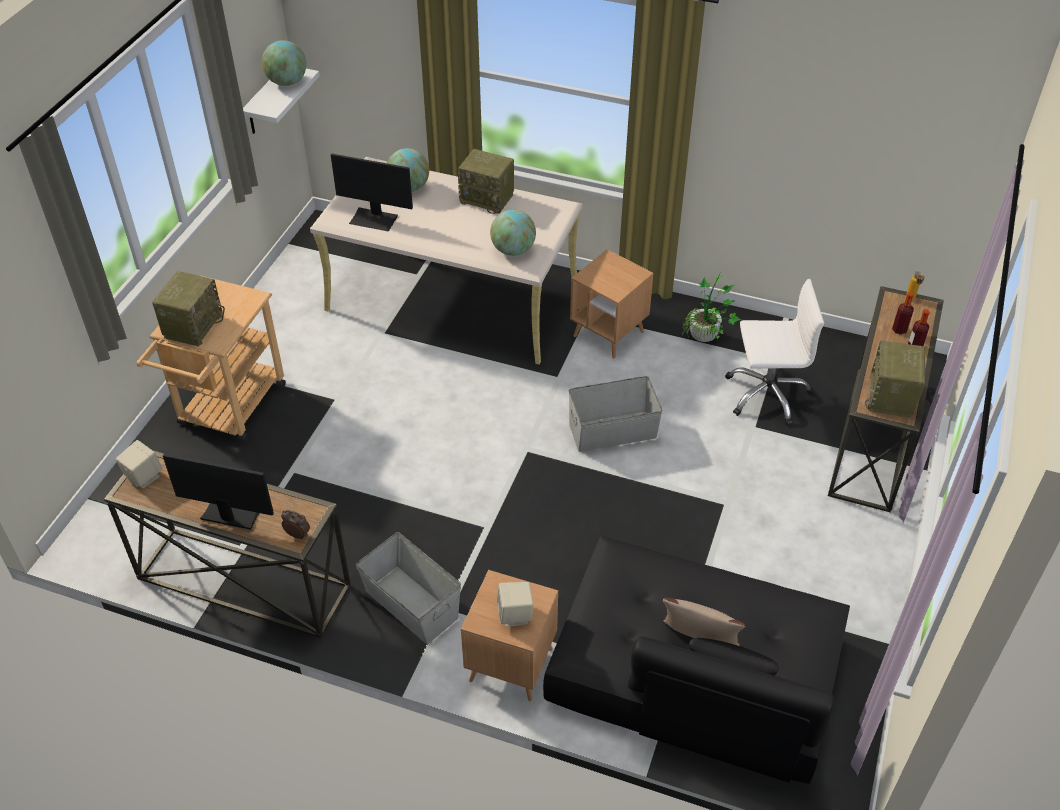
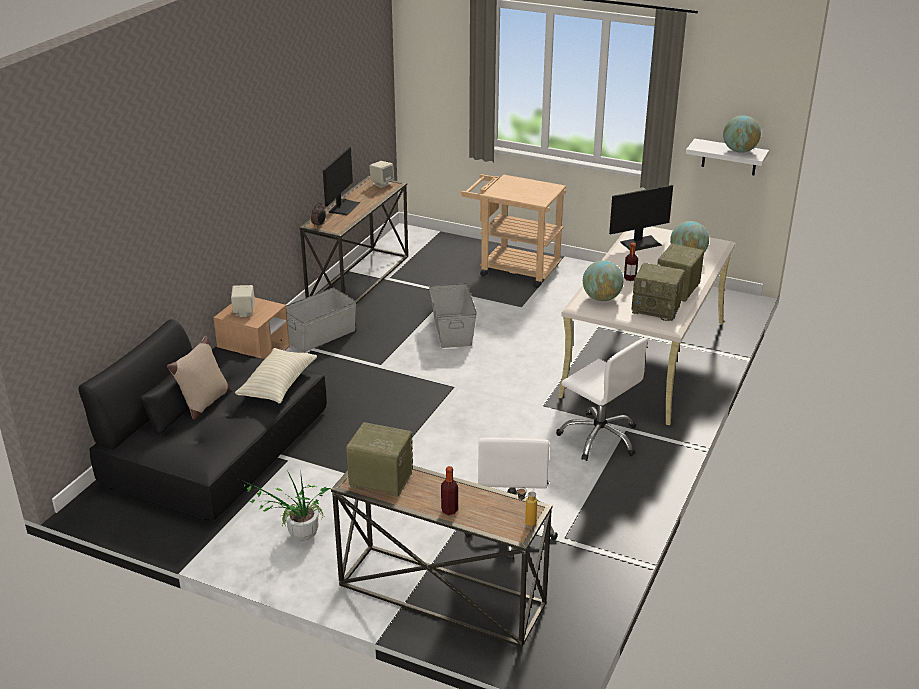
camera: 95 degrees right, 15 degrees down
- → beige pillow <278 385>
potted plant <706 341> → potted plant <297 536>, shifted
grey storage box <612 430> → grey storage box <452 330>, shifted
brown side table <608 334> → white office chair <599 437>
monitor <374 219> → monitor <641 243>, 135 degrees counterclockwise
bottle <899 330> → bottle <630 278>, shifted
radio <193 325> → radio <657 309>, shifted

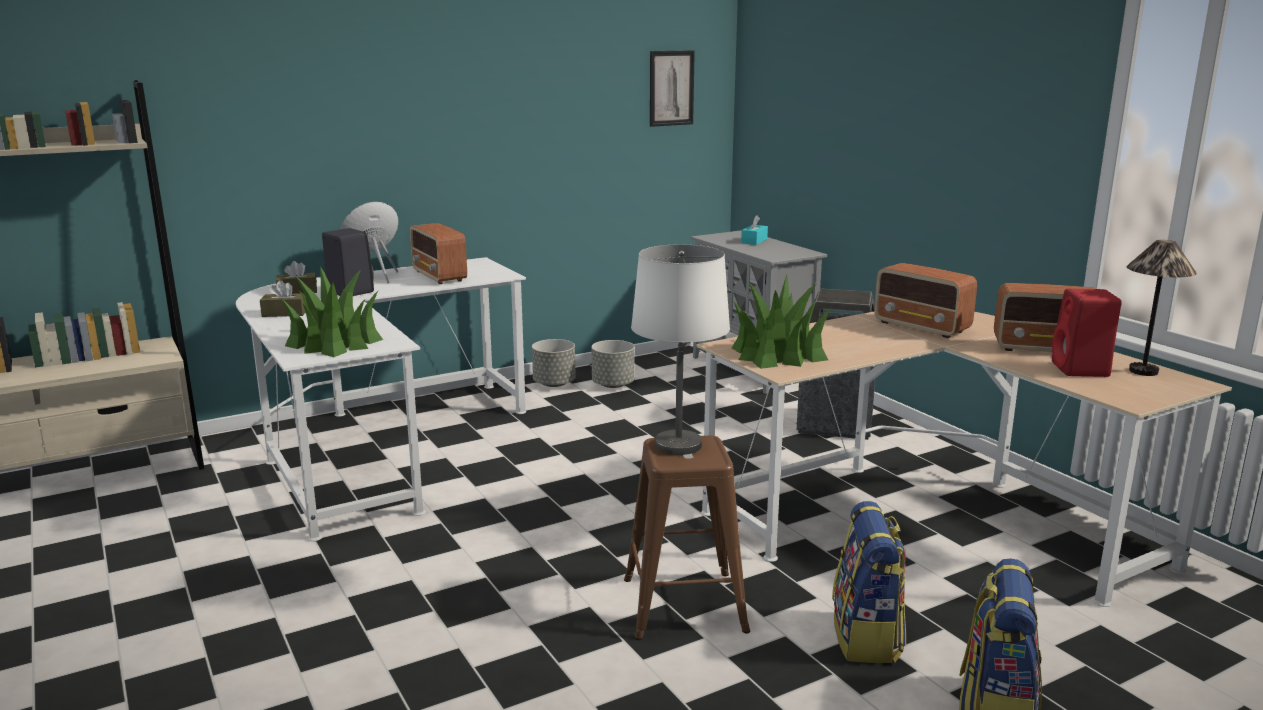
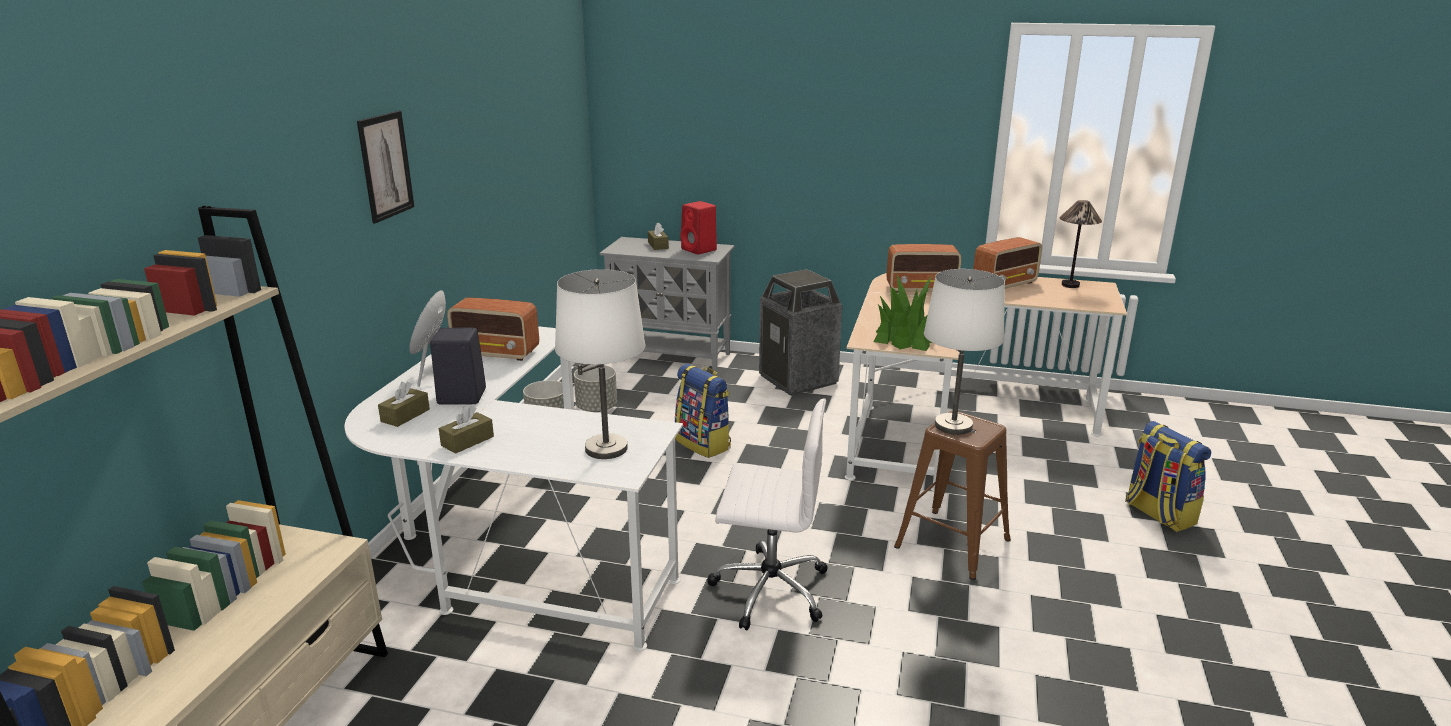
camera: 45 degrees left, 5 degrees up
picture <671 88> → picture <385 166>, shifted
potted plant <334 342> → white table lamp <606 448>
turquoise tissue box <754 241> → brown tissue box <658 245>
backpack <867 637> → backpack <704 444>, shifted
red speaker <1081 370> → red speaker <700 250>, shifted
- → white office chair <768 589>

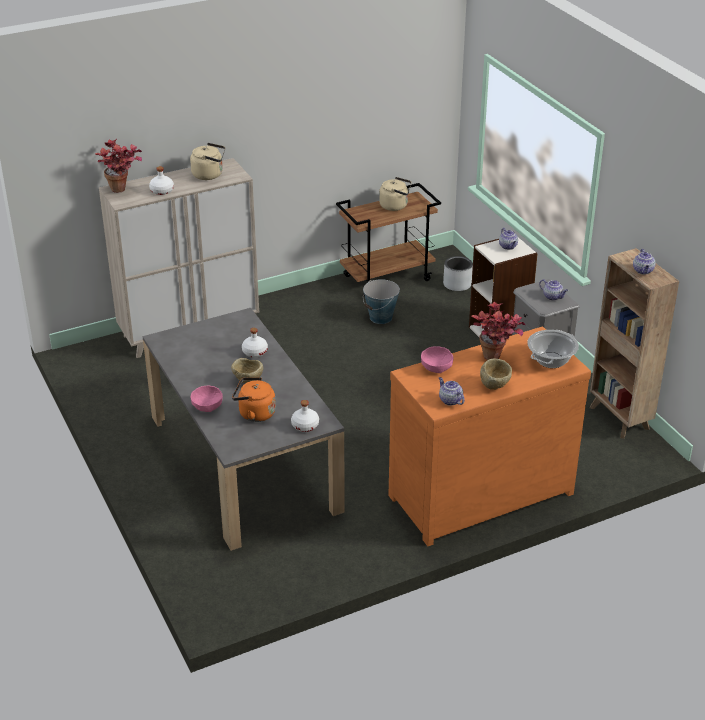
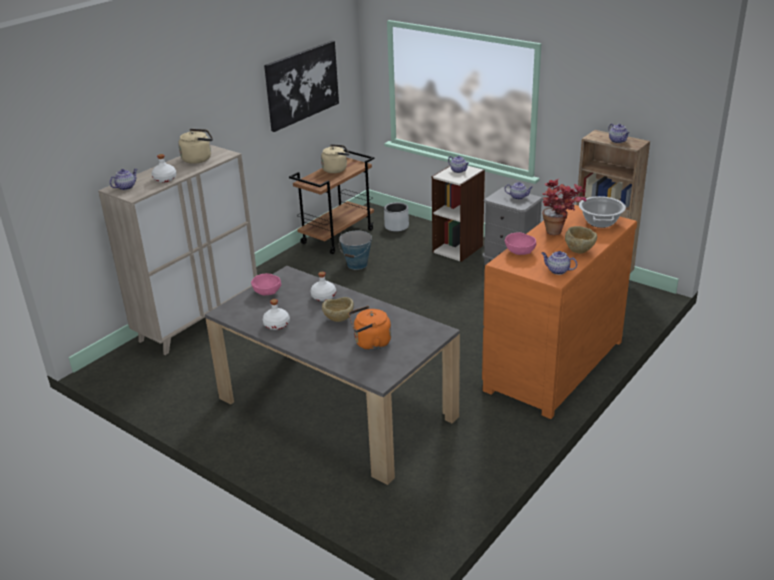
camera: 25 degrees left, 5 degrees down
potted plant <123 190> → teapot <126 187>
pink bowl <207 406> → pink bowl <267 292>, shifted
white bottle <305 426> → white bottle <277 325>, shifted
- → picture <302 85>

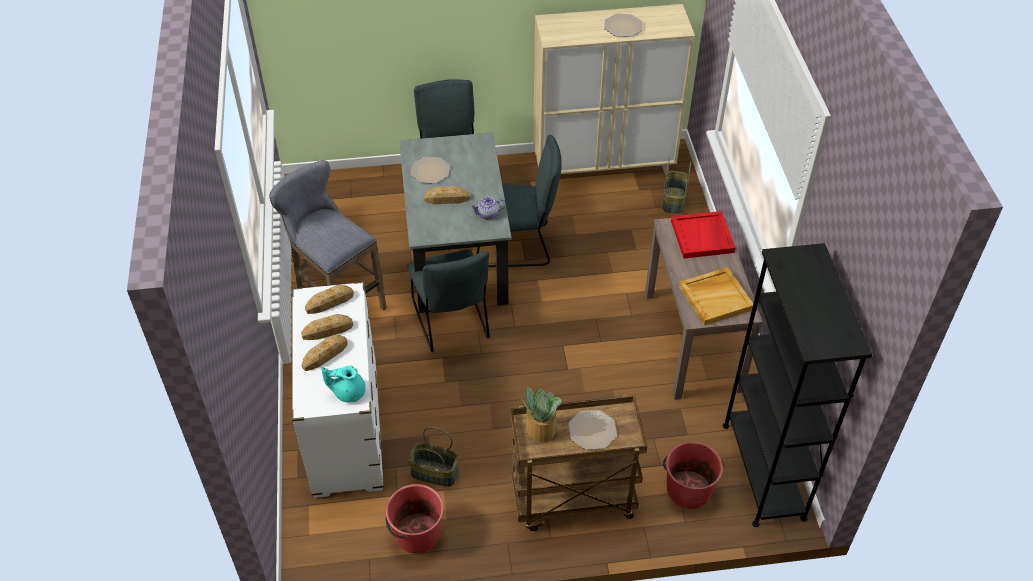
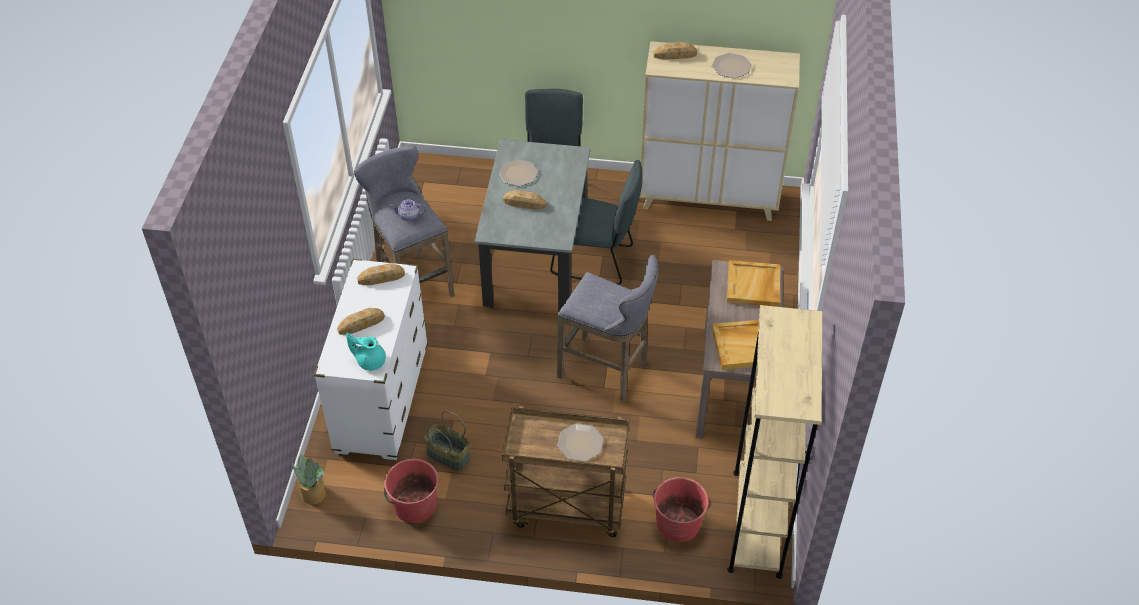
camera: 15 degrees right, 0 degrees up
potted plant <540 429> → potted plant <313 492>, shifted
teapot <488 214> → teapot <409 216>, shifted
- → grey stool <607 372>
bread <327 330> → bread <675 54>, shifted
red tray <703 237> → beige tray <753 286>
black bookcase <763 470> → beige bookcase <757 522>
grey chair <452 322> → -
basket <674 201> → -

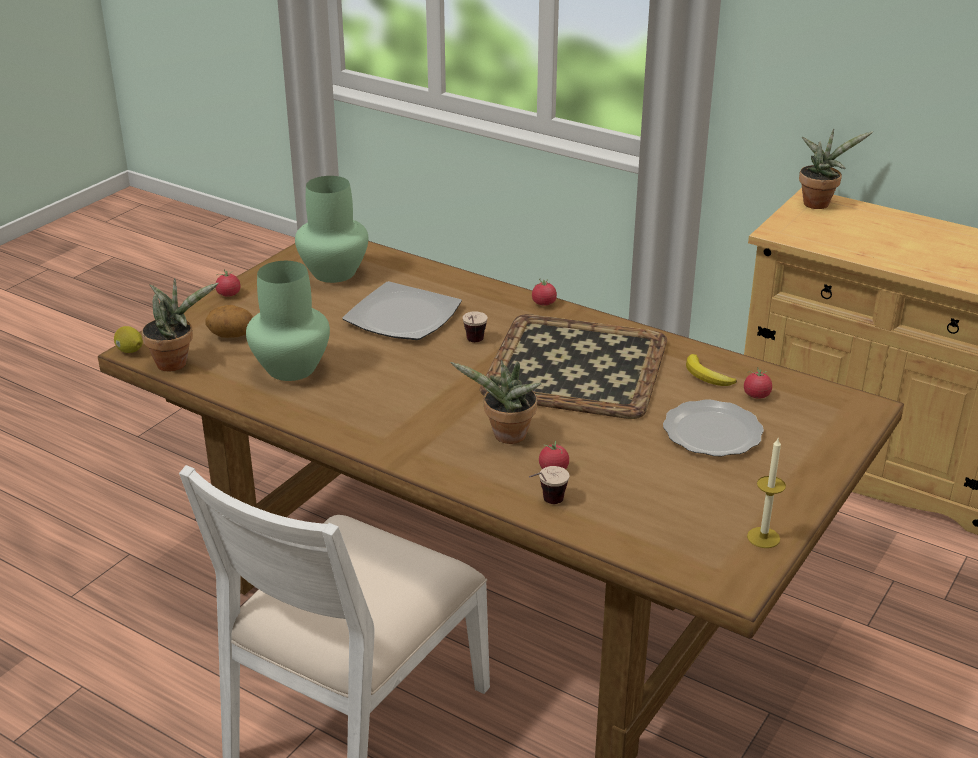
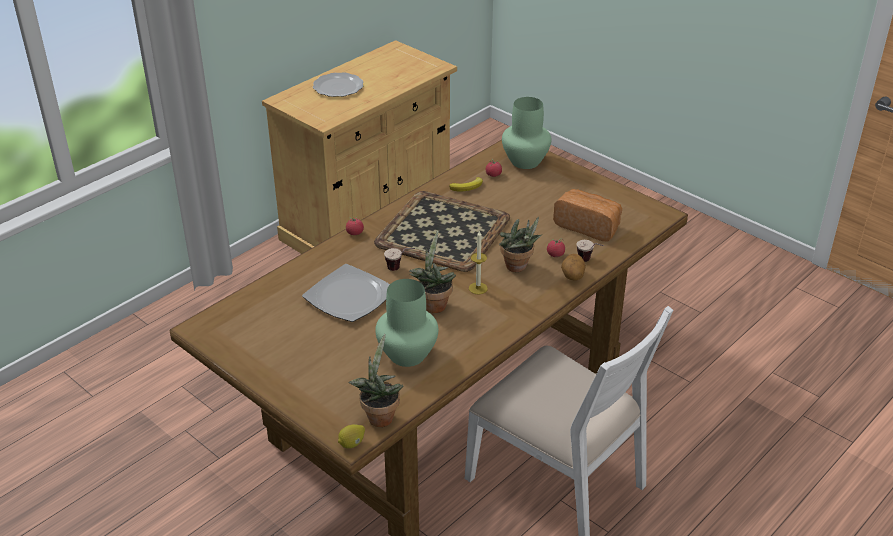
camera: 80 degrees left, 5 degrees up
plate <713 432> → plate <338 87>, shifted
potted plant <819 203> → potted plant <433 304>, shifted
candle <763 537> → candle <478 288>, shifted
green vase <333 272> → green vase <524 161>, shifted
- → bread <588 226>
potato <231 335> → potato <572 277>, shifted
tomato <229 294> → -

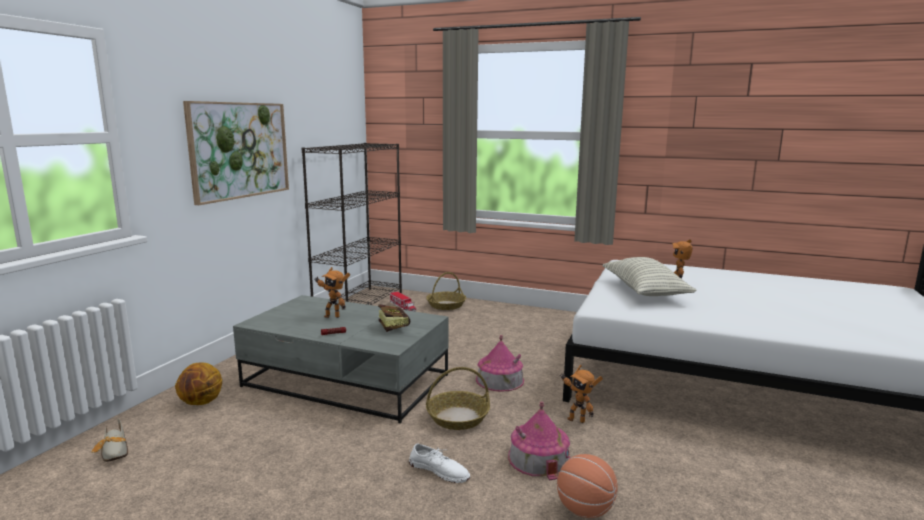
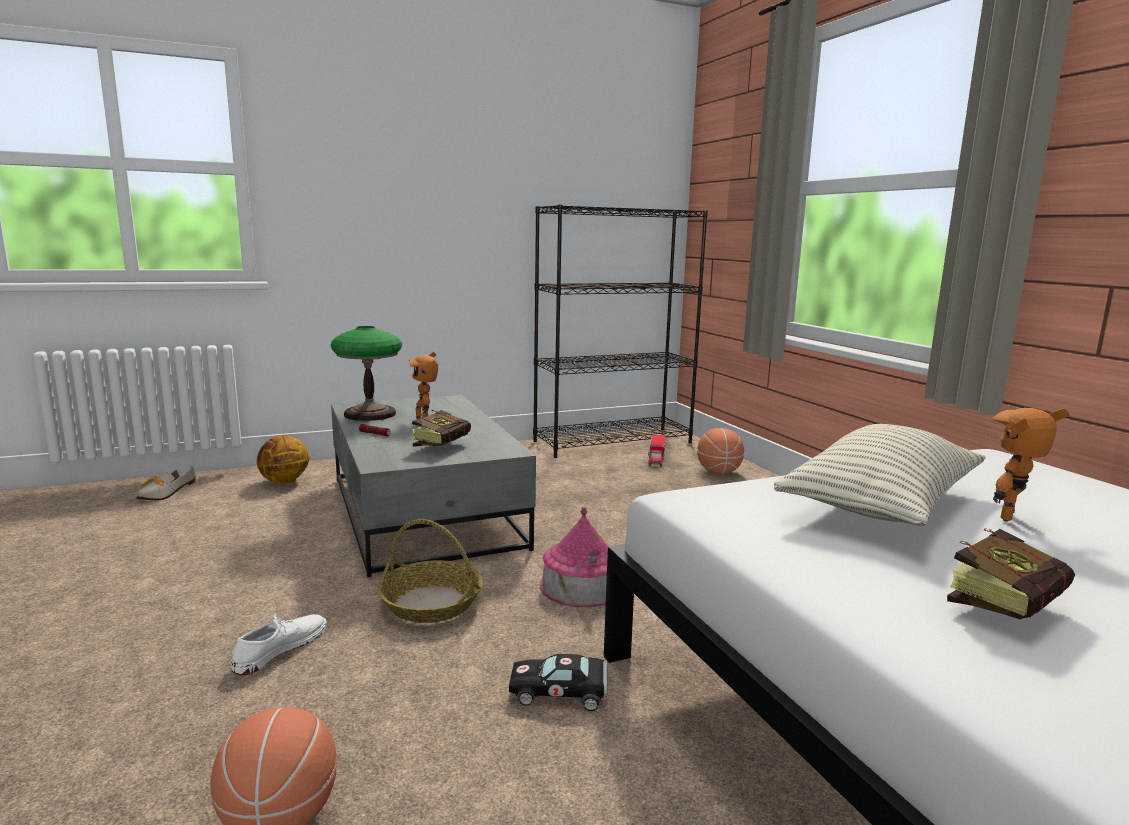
camera: 45 degrees right, 0 degrees up
white shoe <439 470> → white shoe <280 647>, 135 degrees counterclockwise
- → table lamp <369 414>
toy robot <576 419> → black toy car <563 692>
basket <446 305> → basketball <718 472>
- → book <1009 606>
picture <239 150> → -
toy house <539 458> → -

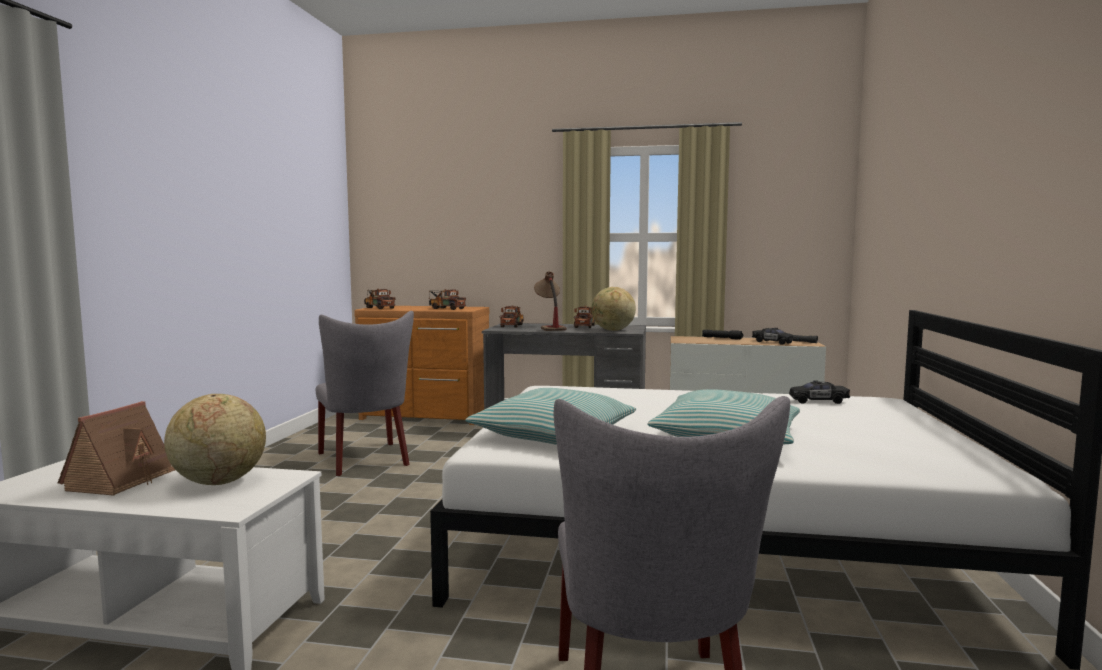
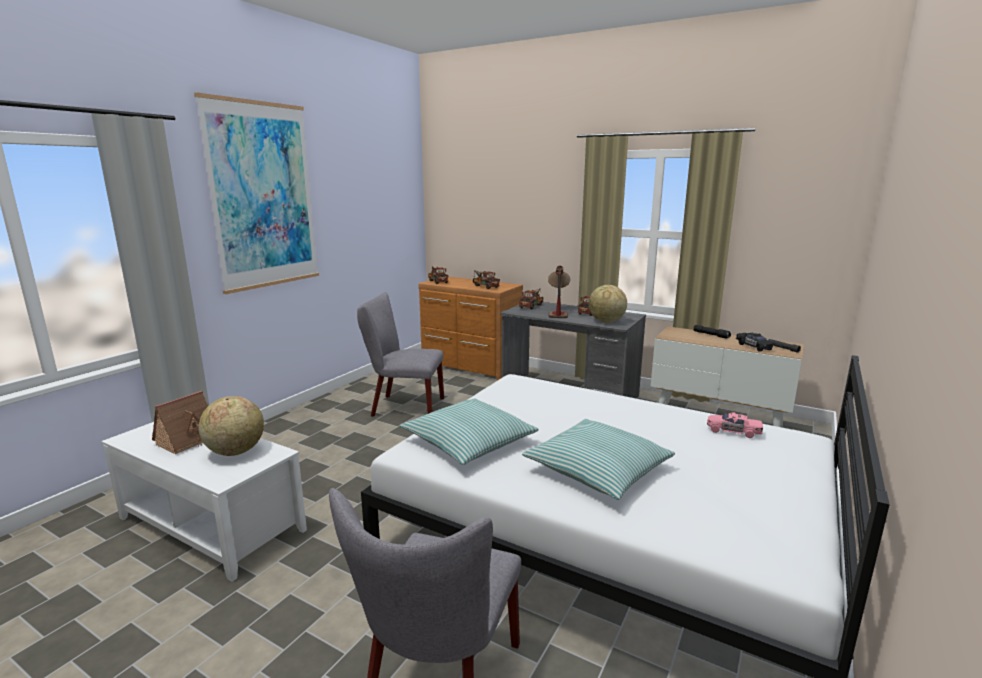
camera: 20 degrees right, 10 degrees up
- → picture <263 196>
grey chair <366 460> → grey chair <403 407>, 105 degrees clockwise
black toy car <818 401> → pink toy car <733 431>

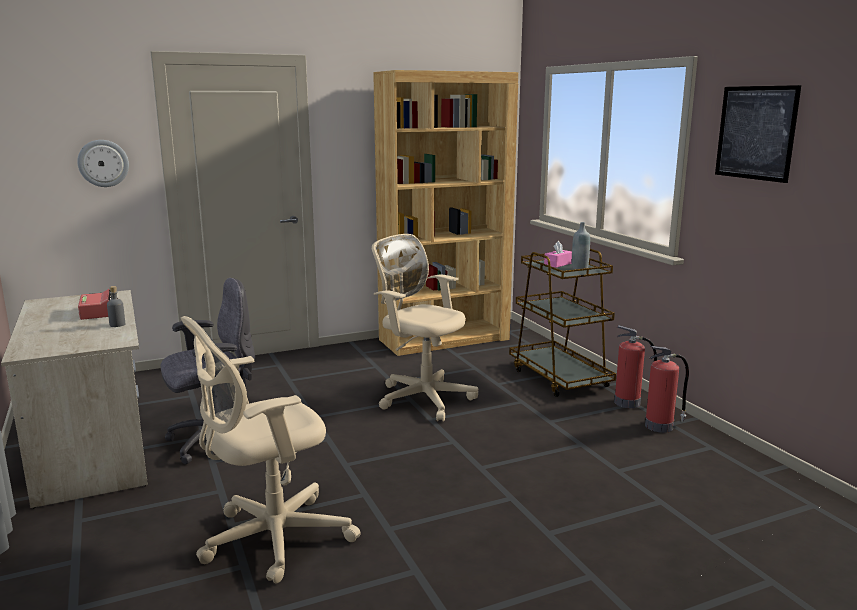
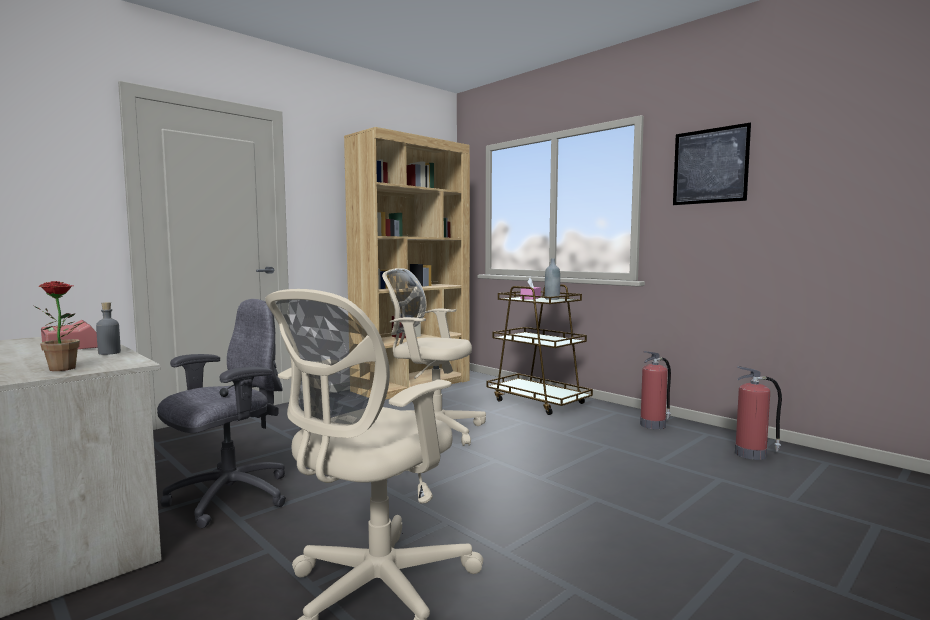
camera: 20 degrees left, 10 degrees down
- → potted plant <66 369>
fire extinguisher <628 403> → fire extinguisher <752 454>, shifted
wall clock <103 163> → -

